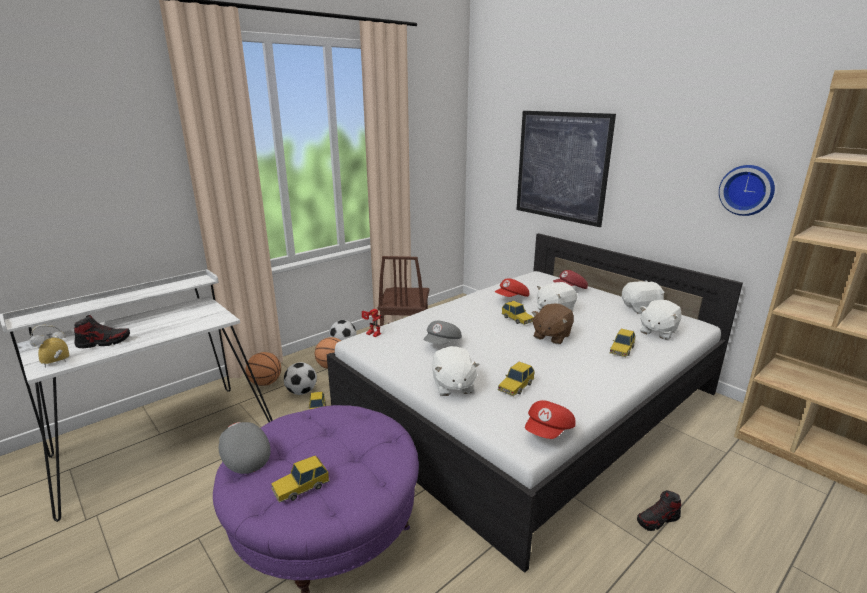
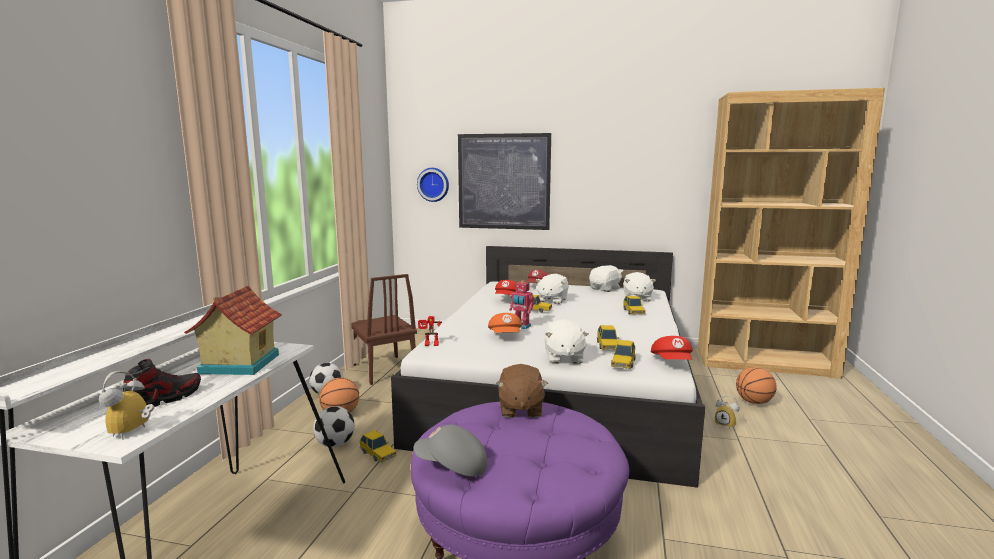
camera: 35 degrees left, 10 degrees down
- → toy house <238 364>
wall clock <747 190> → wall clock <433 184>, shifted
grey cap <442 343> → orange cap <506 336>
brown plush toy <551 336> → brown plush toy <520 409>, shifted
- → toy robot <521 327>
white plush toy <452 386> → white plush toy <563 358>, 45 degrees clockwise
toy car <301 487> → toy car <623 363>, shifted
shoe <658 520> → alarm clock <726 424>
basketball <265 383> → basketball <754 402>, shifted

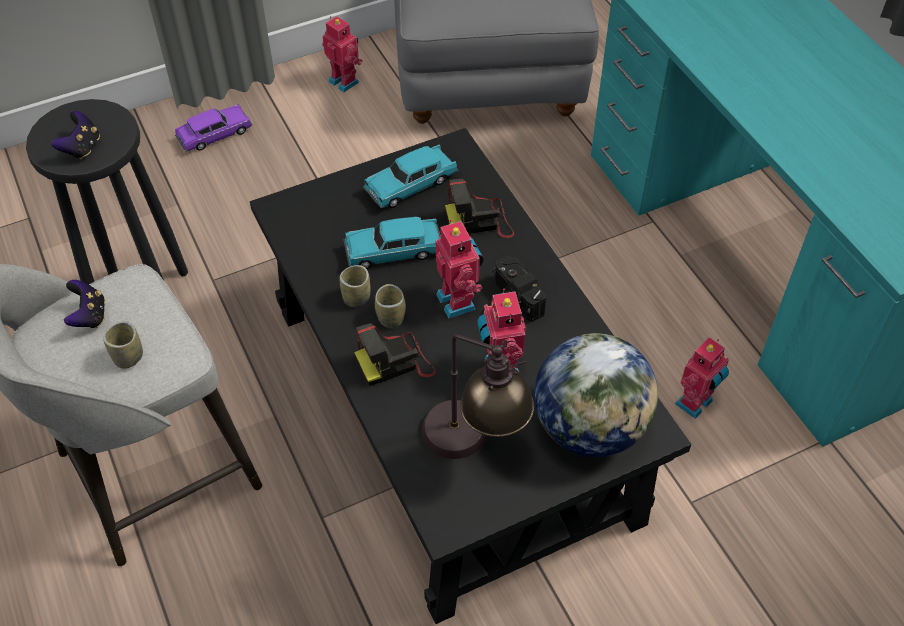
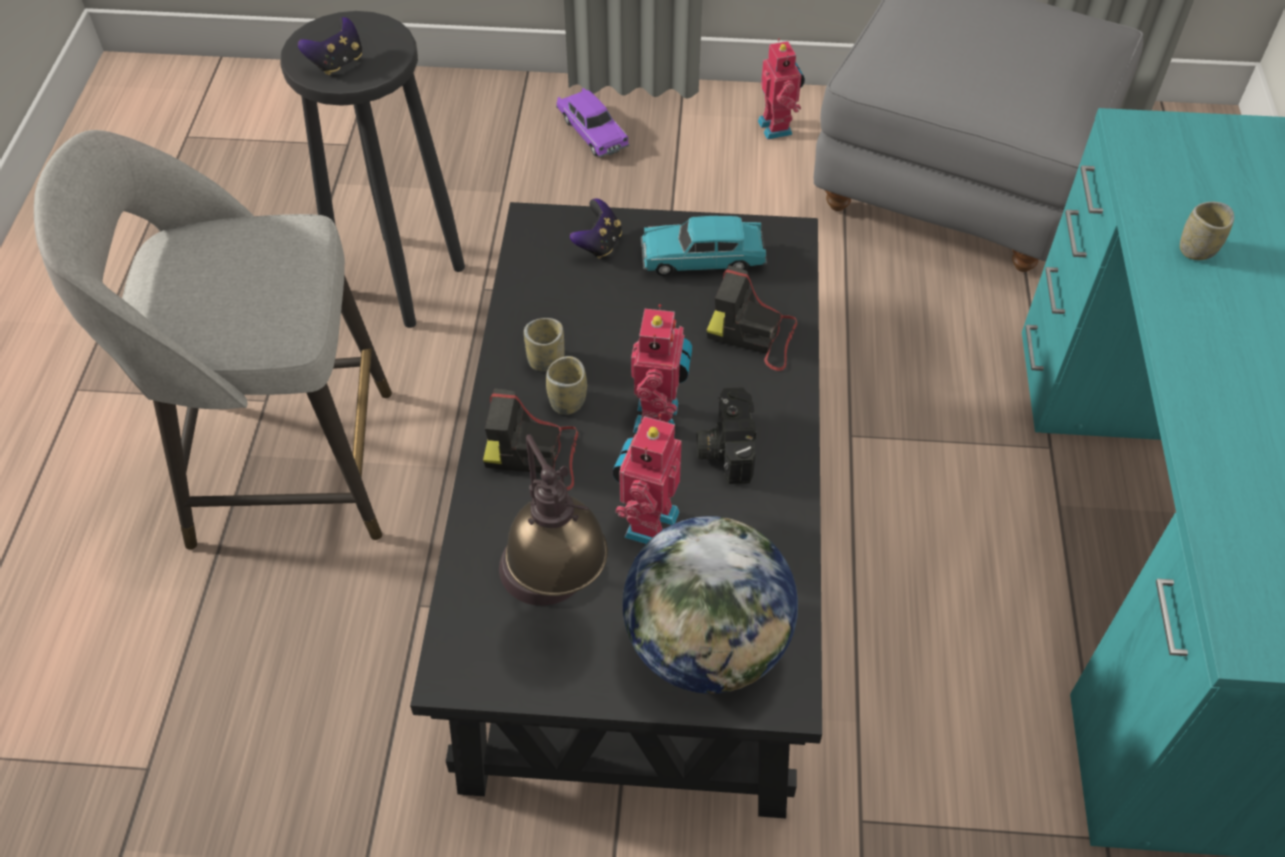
camera: 30 degrees right, 0 degrees up
purple toy car <215 135> → purple toy car <592 133>, 60 degrees clockwise
game controller <89 316> → game controller <598 244>, shifted
cup <128 357> → cup <1197 249>, shifted
turquoise toy car <394 252> → -
toy robot <695 404> → -

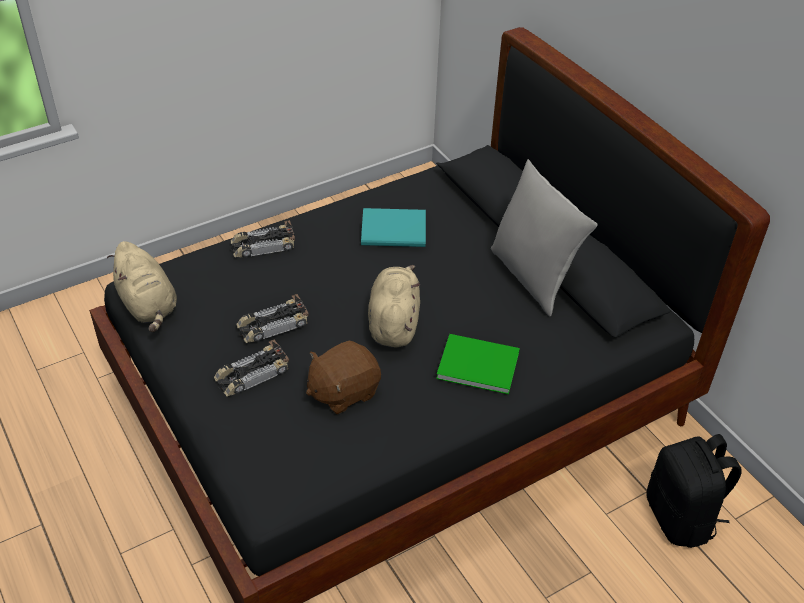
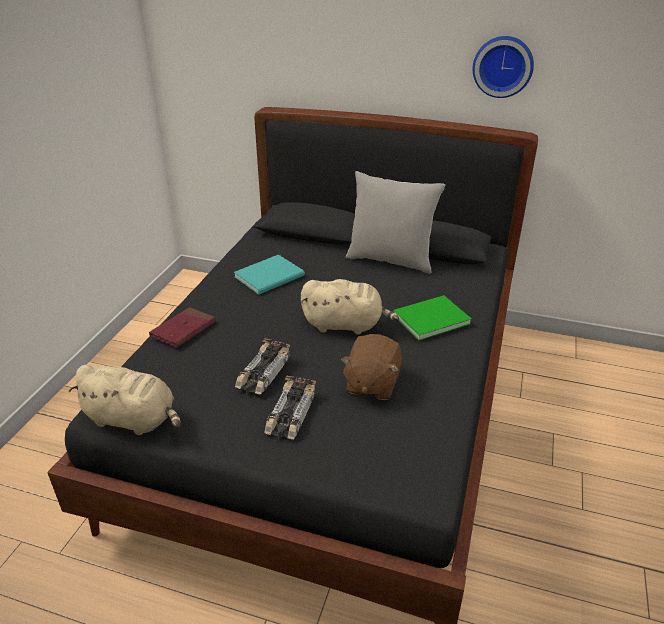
camera: 40 degrees left, 10 degrees down
toy car <262 245> → red book <183 329>
beige plush toy <394 322> → beige plush toy <346 325>, 135 degrees clockwise
- → wall clock <503 66>
black backpack <681 518> → -

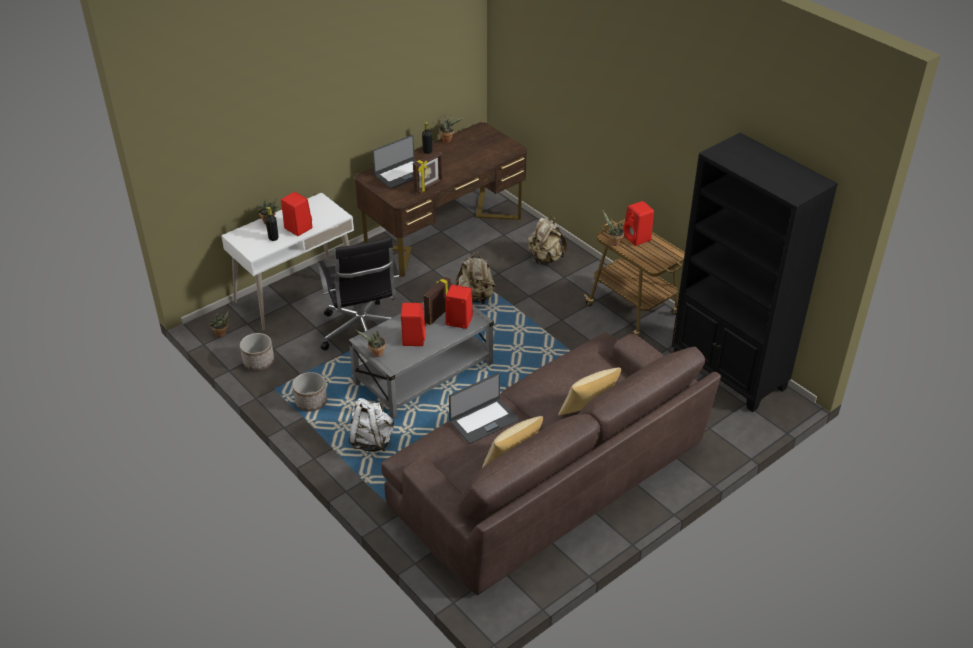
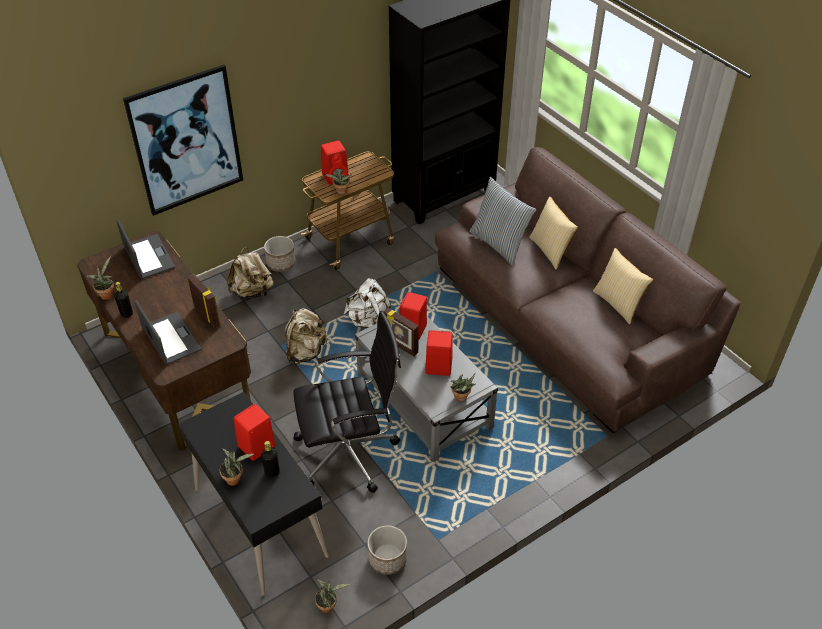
camera: 85 degrees left, 5 degrees up
laptop <483 420> → laptop <148 257>, shifted
- → picture <186 141>
white desk <296 293> → black desk <259 522>
planter <311 402> → planter <281 263>, shifted
white backpack <372 441> → white backpack <368 321>, shifted
- → pillow <499 244>

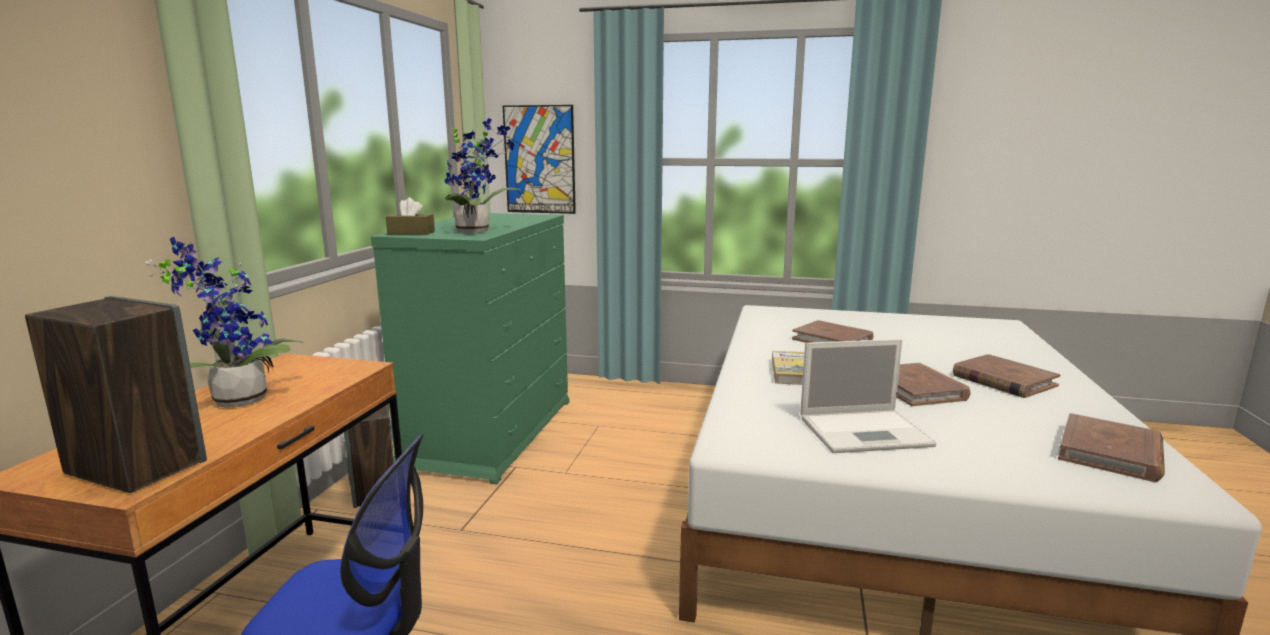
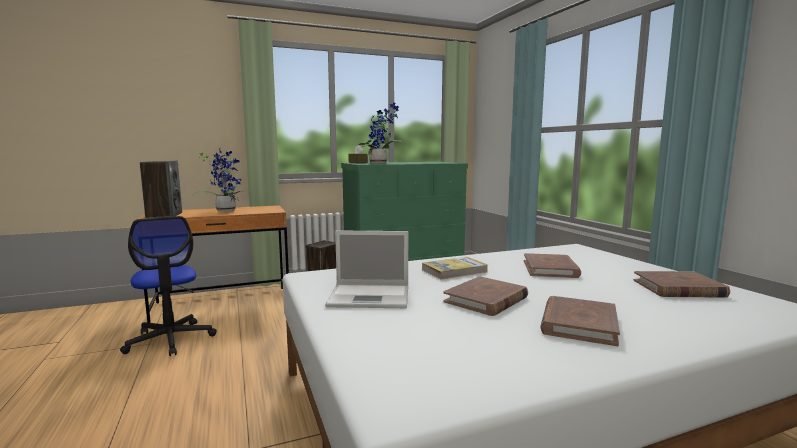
camera: 55 degrees right, 5 degrees down
laptop <866 431> → laptop <371 296>, 45 degrees counterclockwise
brown book <1110 452> → brown book <678 288>, shifted
picture <539 160> → -

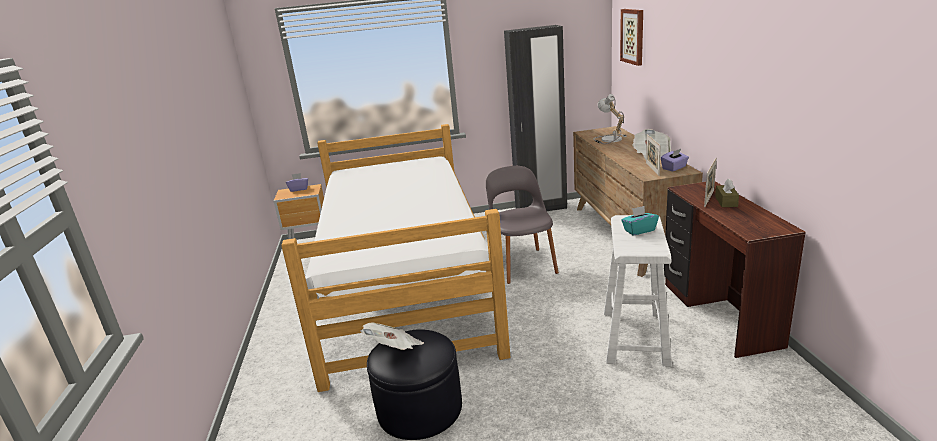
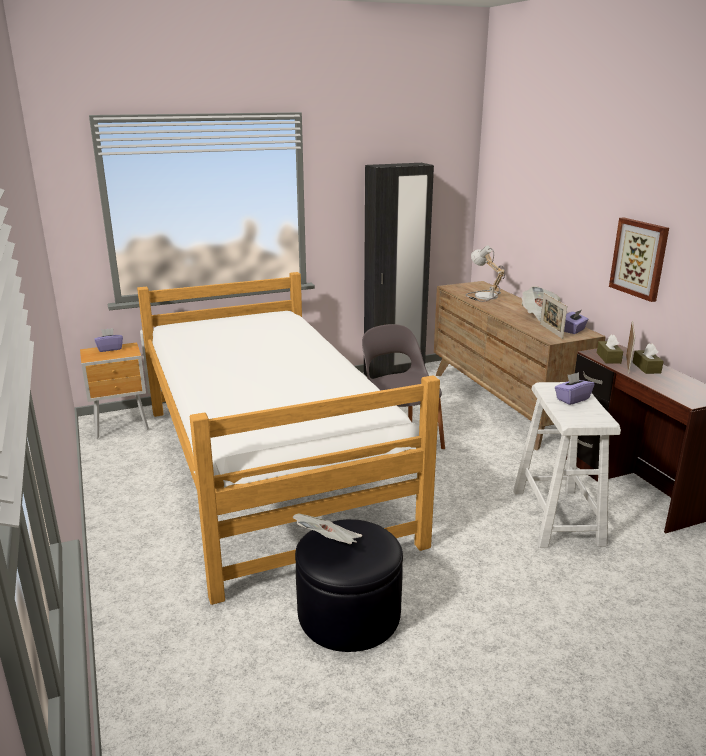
camera: 15 degrees left, 0 degrees up
turquoise tissue box <639 230> → purple tissue box <572 399>
- → brown tissue box <608 358>
picture <633 36> → picture <639 258>, shifted

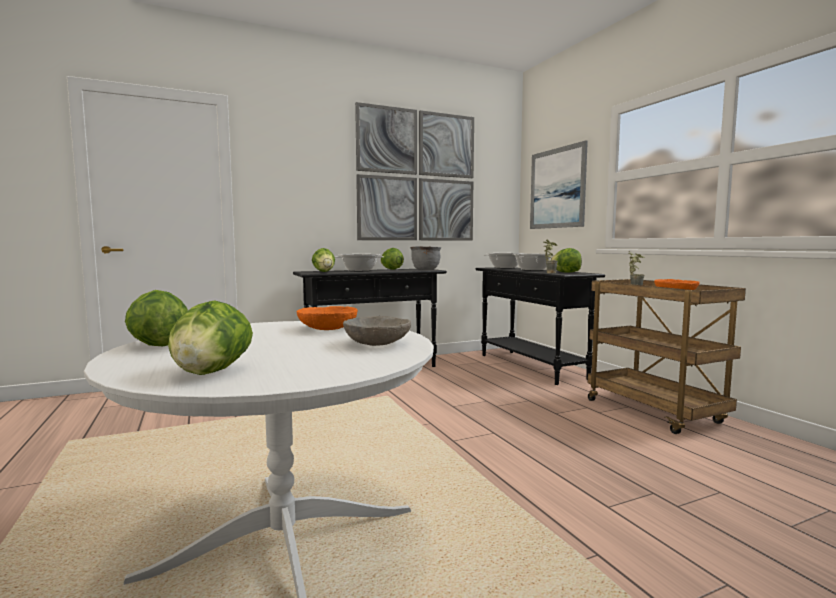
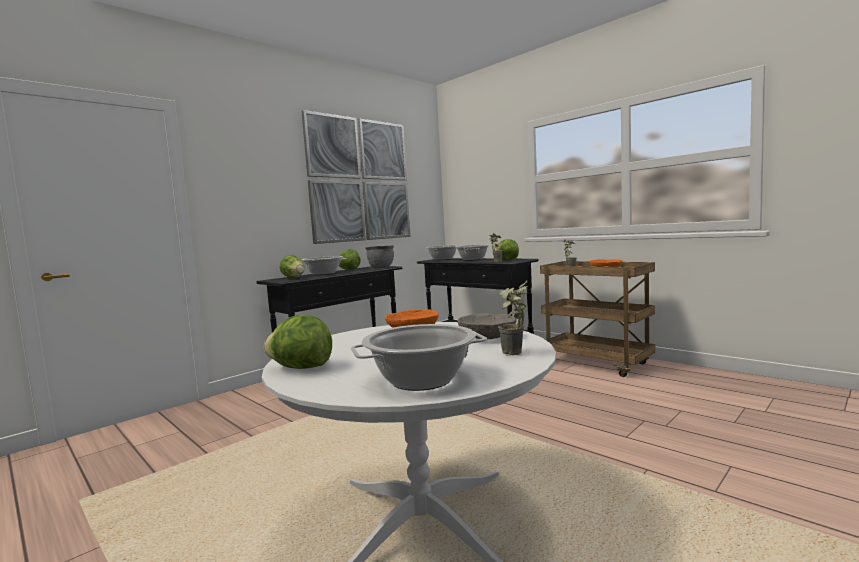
camera: 20 degrees left, 0 degrees up
lettuce <211 372> → cooking pot <421 380>
- → potted plant <514 354>
picture <557 188> → -

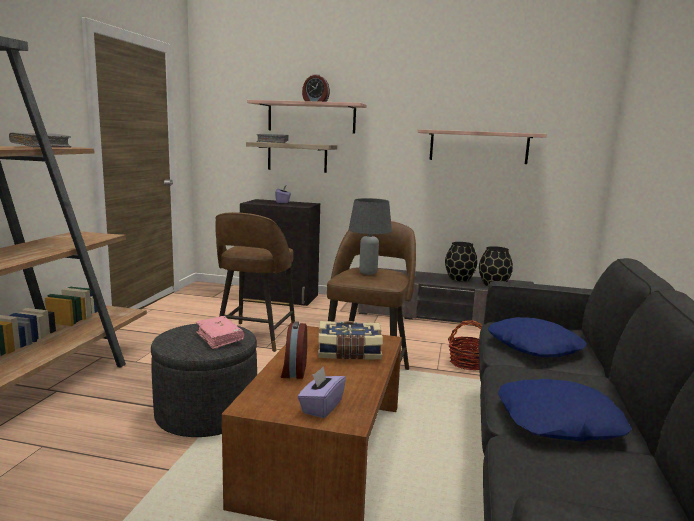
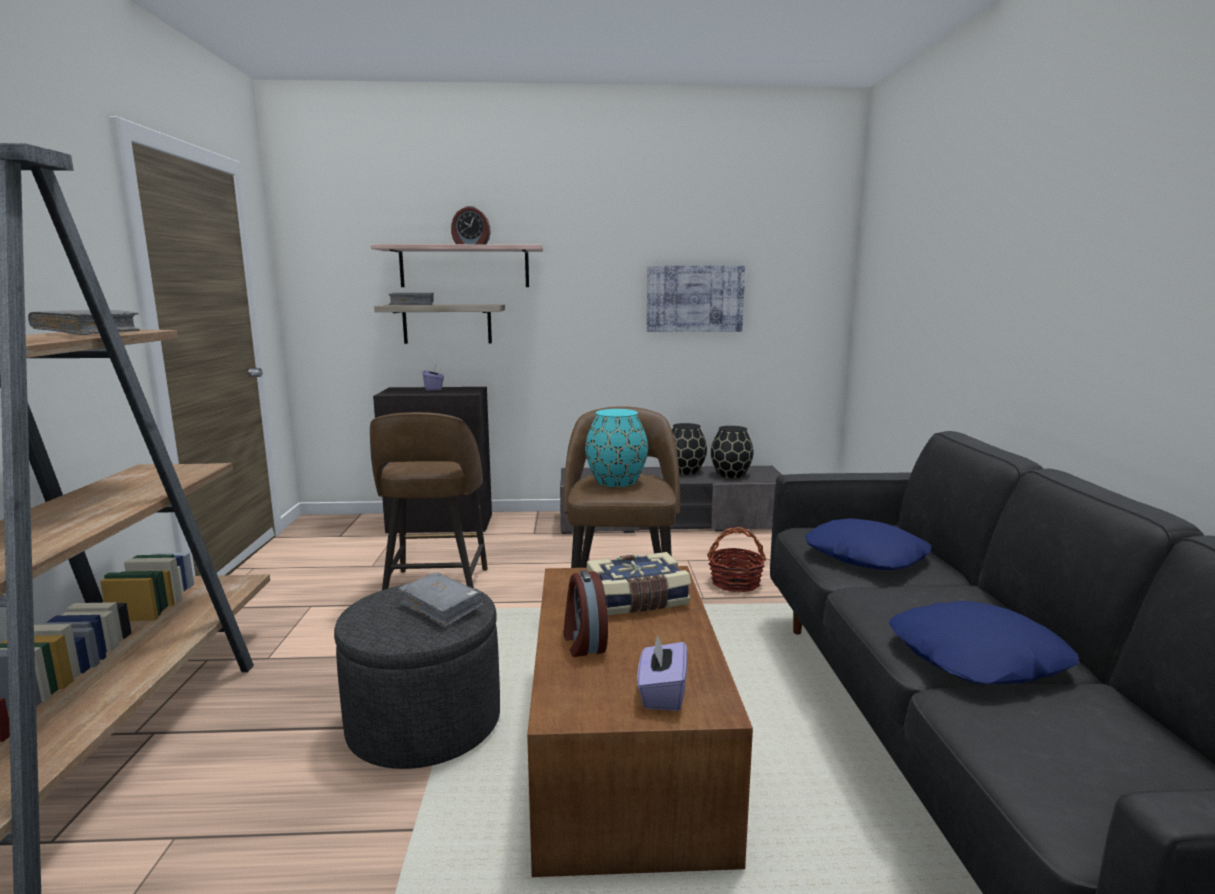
camera: 15 degrees left, 0 degrees up
pink book <219 338> → grey book <441 608>
grey table lamp <368 273> → turquoise vase <617 482>
shelf <478 147> → picture <694 298>

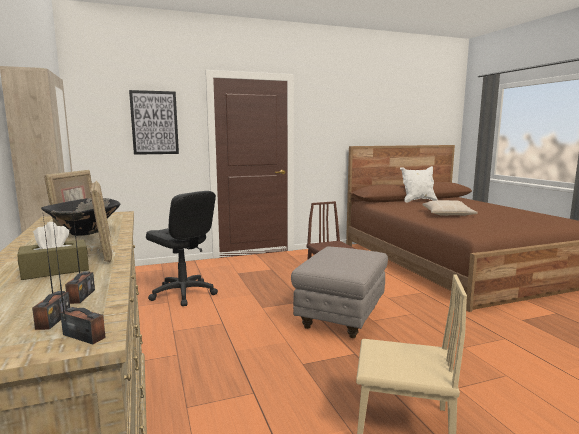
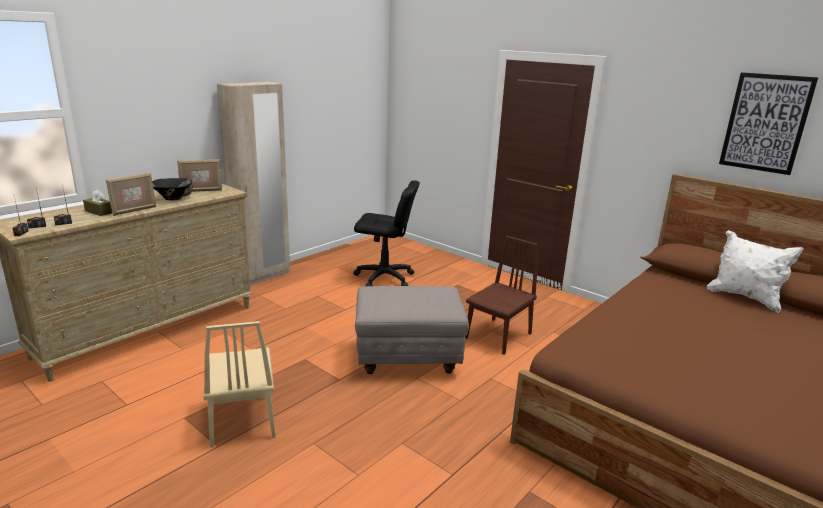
camera: 60 degrees right, 10 degrees up
black office chair <183 293> → black office chair <384 278>, 90 degrees counterclockwise
picture <154 123> → picture <765 123>, shifted
beige pillow <448 214> → -

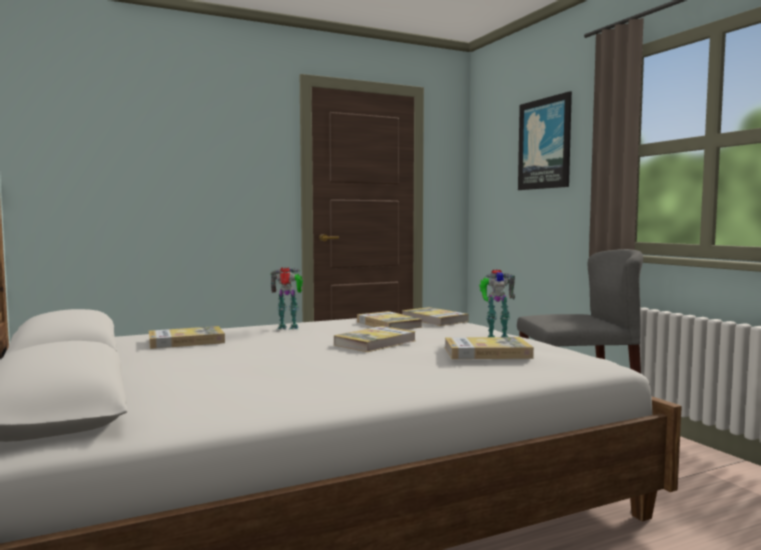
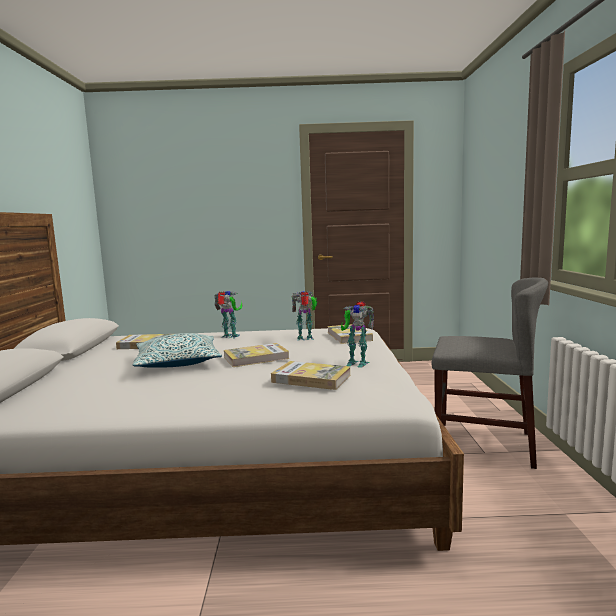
camera: 25 degrees right, 5 degrees up
- → pillow <177 362>
book <388 324> → toy robot <306 338>
picture <545 144> → -

